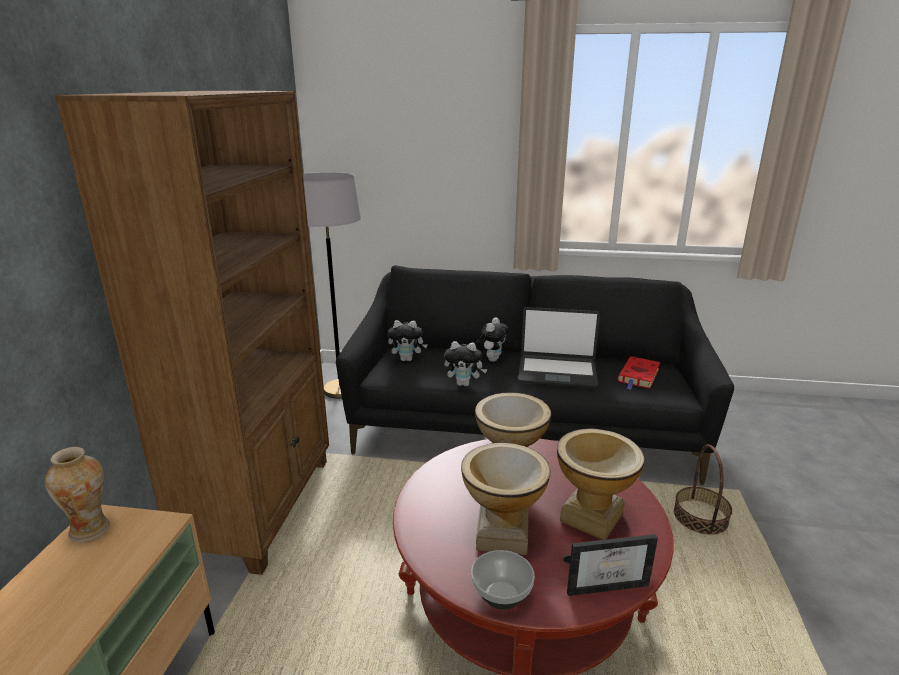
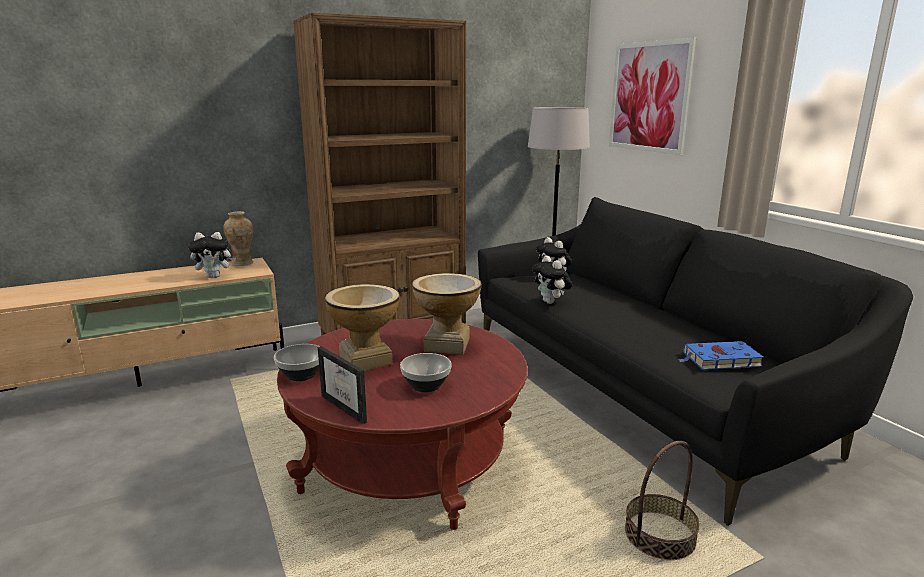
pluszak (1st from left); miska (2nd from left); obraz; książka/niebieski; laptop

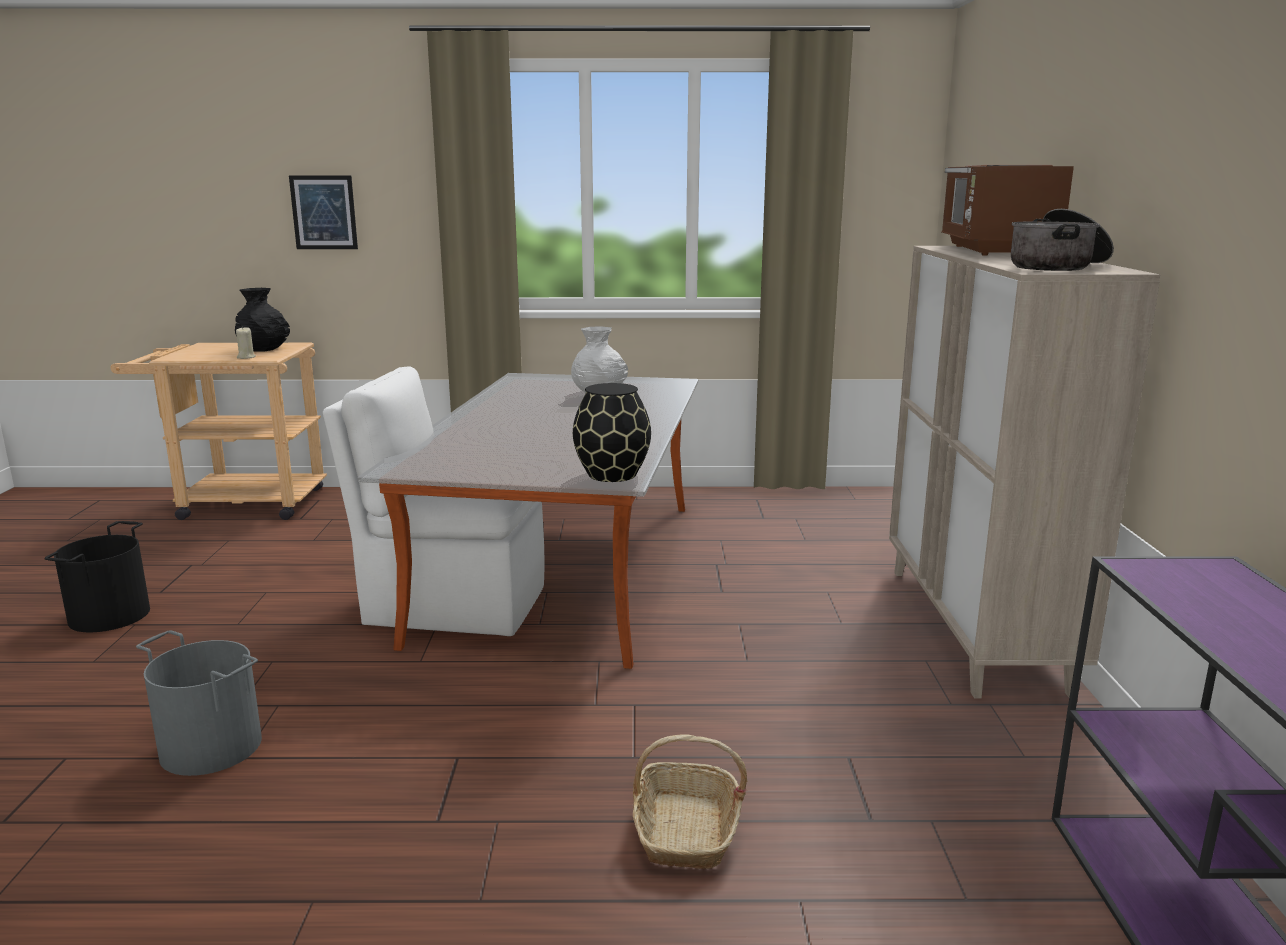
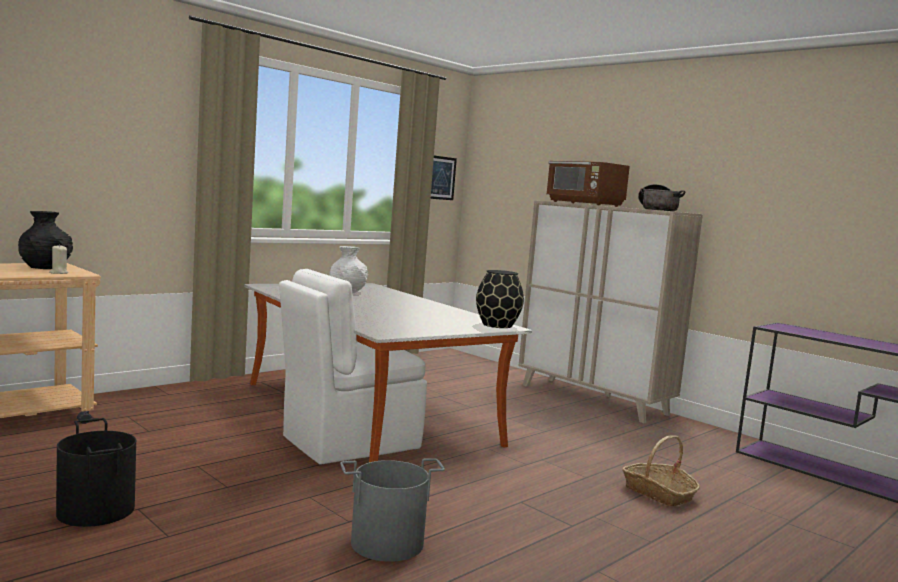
obraz

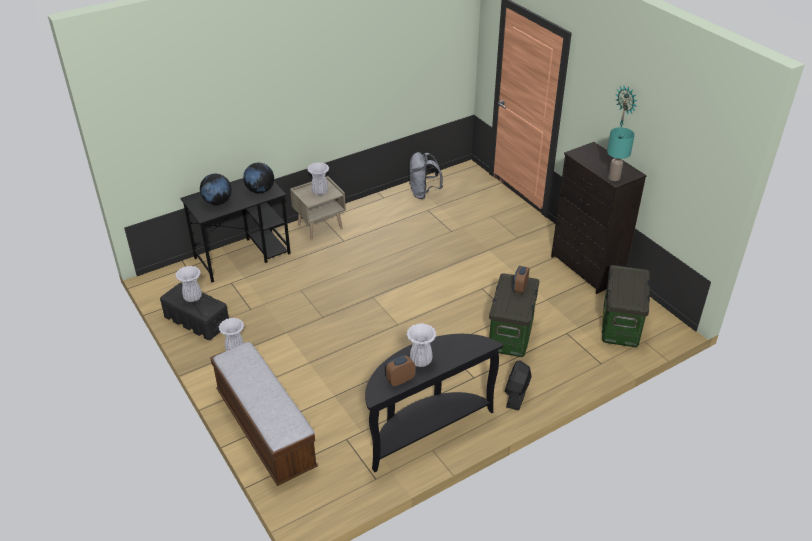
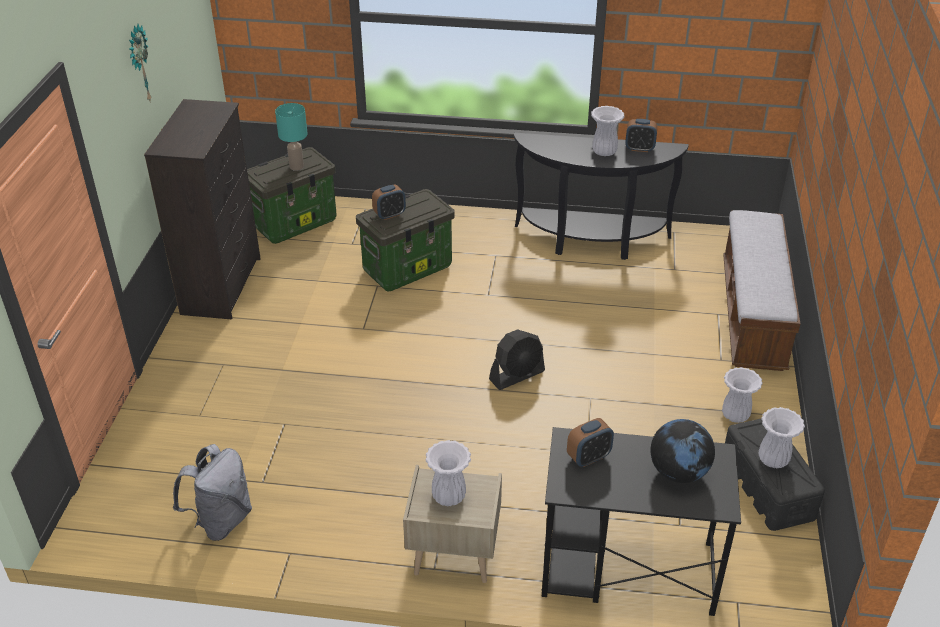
lampa stołowa/turkusowy; wentylator/czarny; budzik (2nd from left)

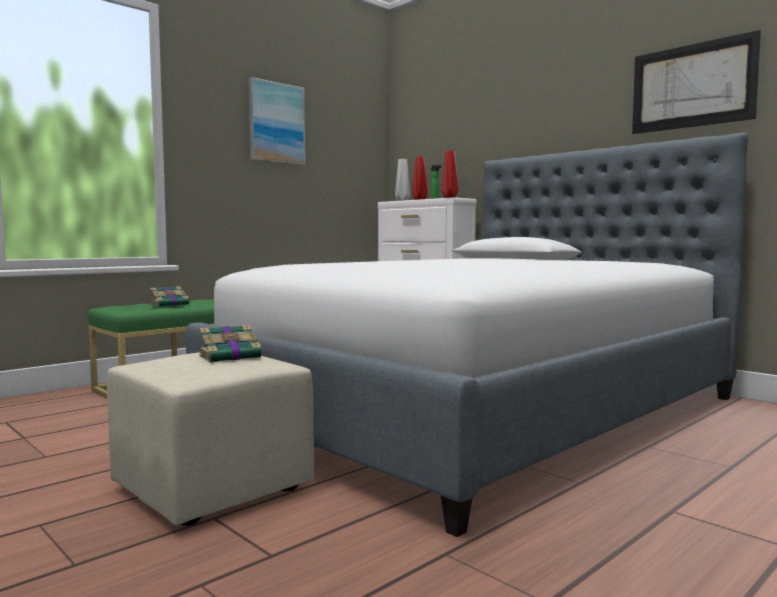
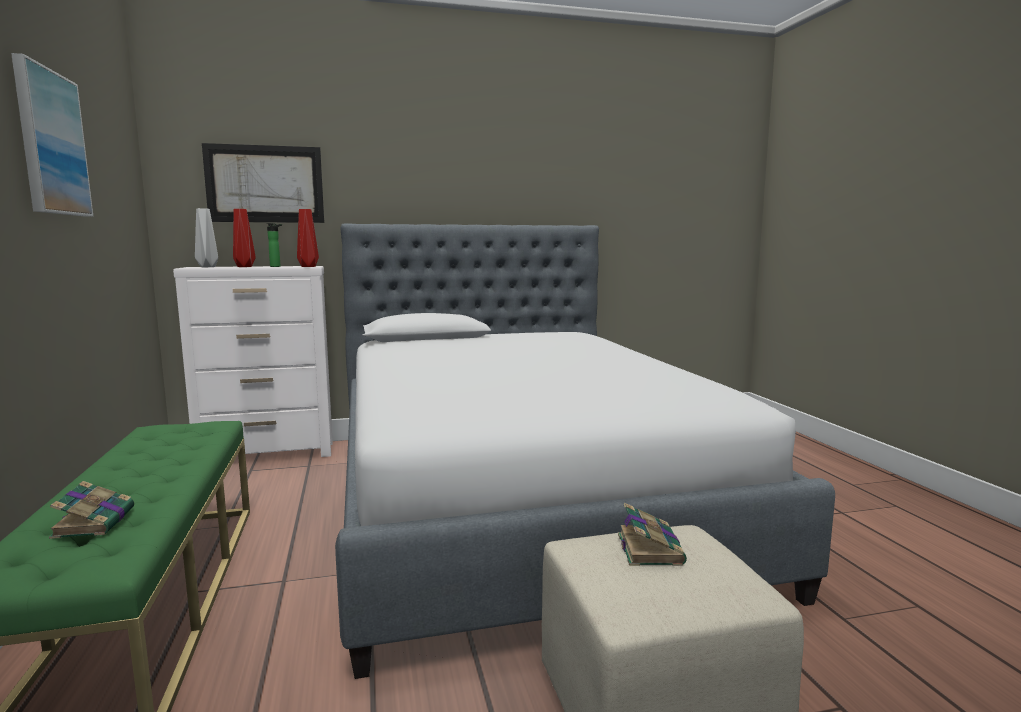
obraz (2nd from left)

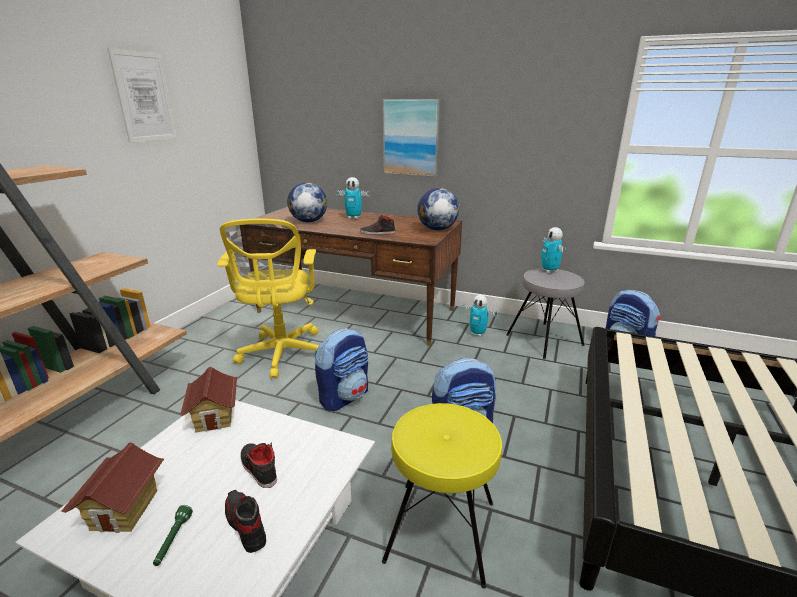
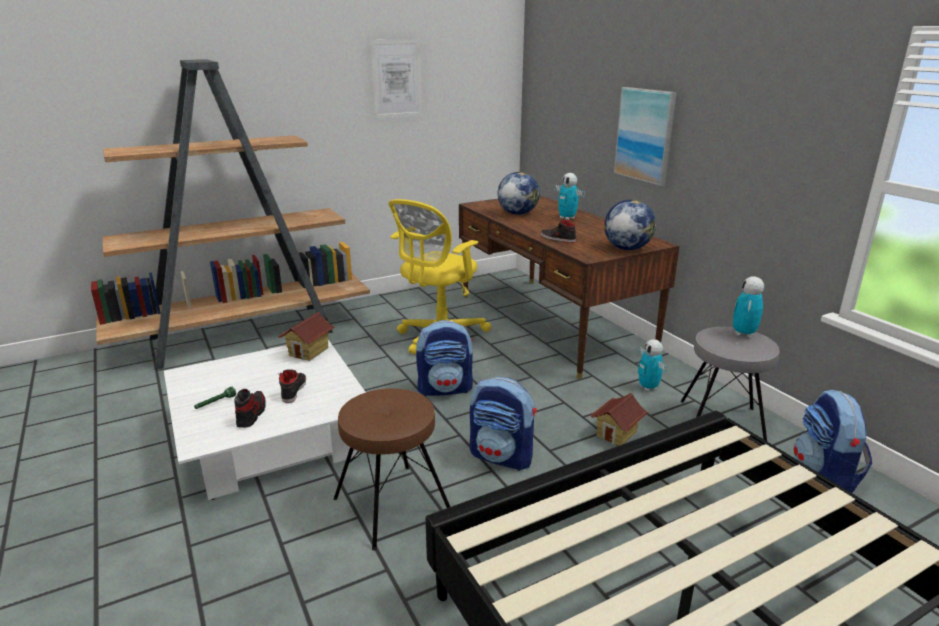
stołek/brązowy; domek (2nd from left)

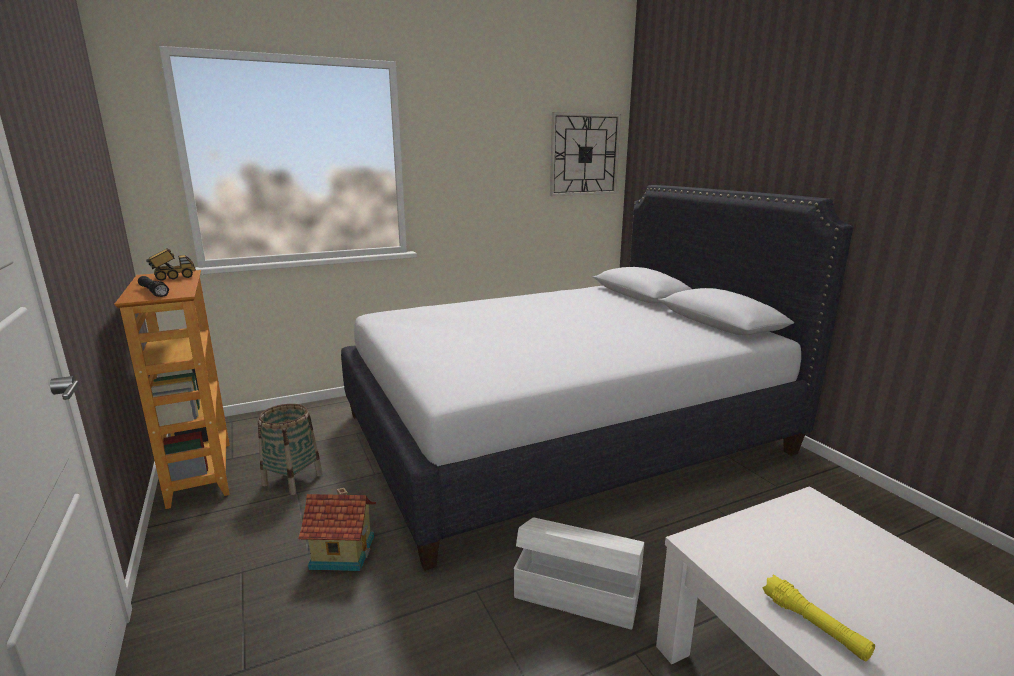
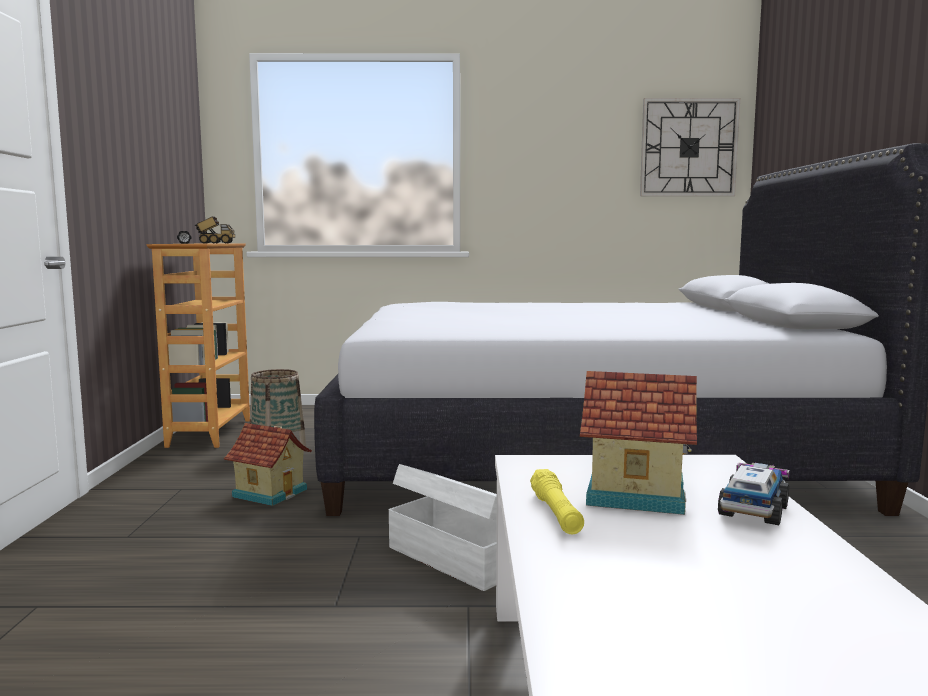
domek (2nd from left); ciężarówka zabawkowa (2nd from left)

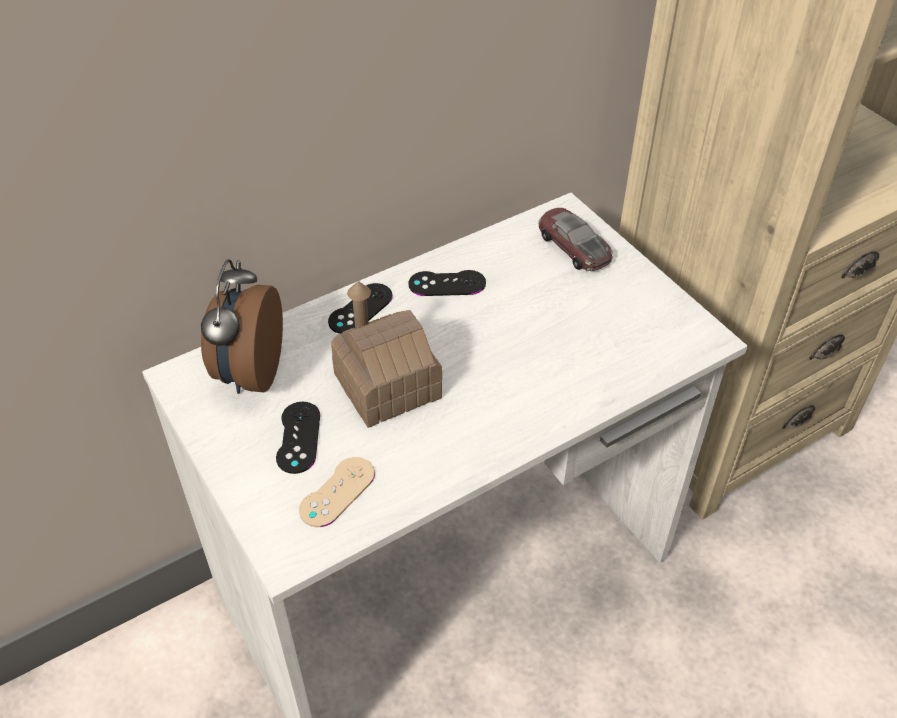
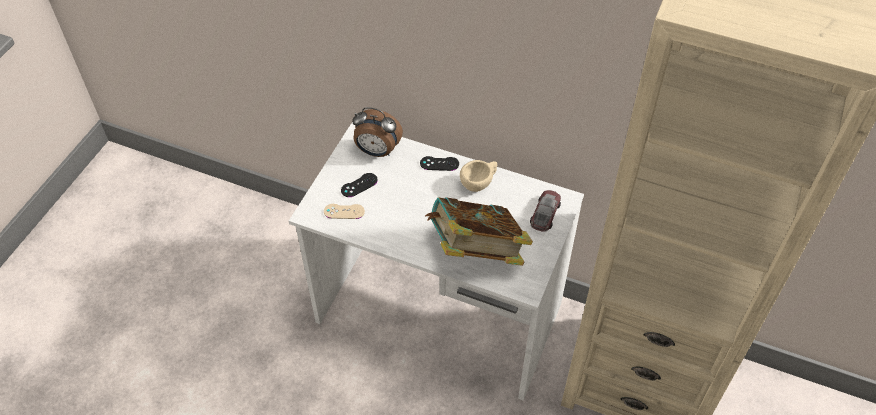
budzik; książka; filiżanka/beżowy; domek

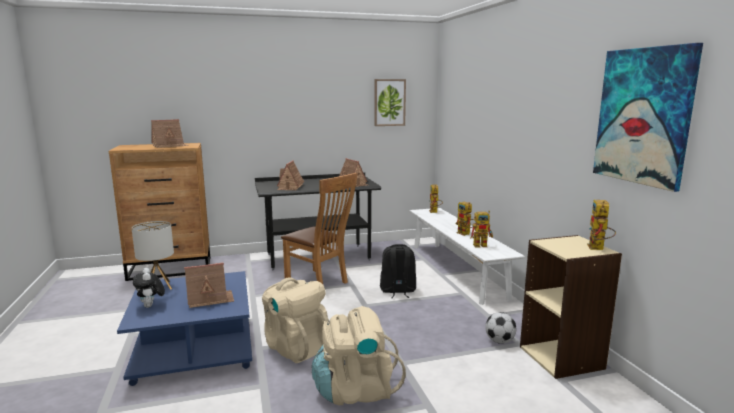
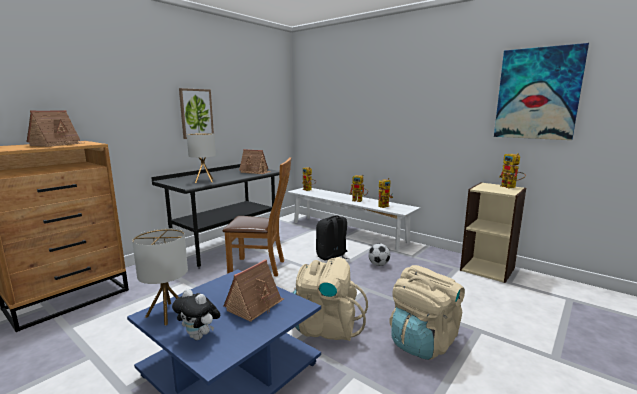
obraz (1st from left); lampa stołowa (2nd from left); piłka futbolowa

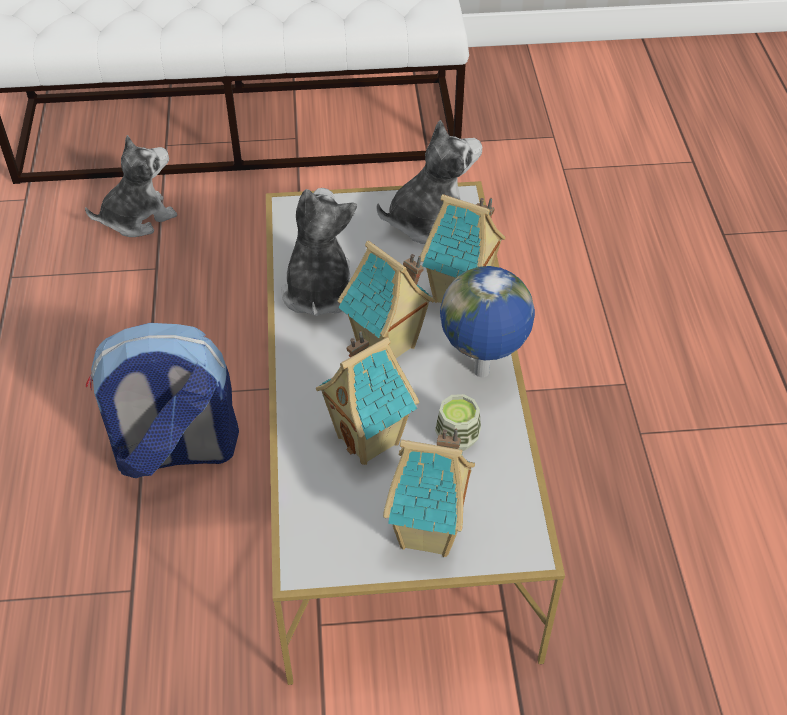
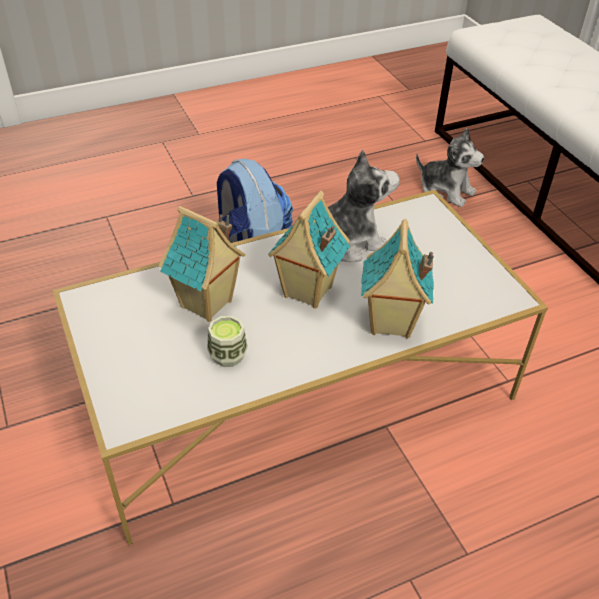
pluszak (3rd from left in the first image); domek (3rd from left in the first image); globus

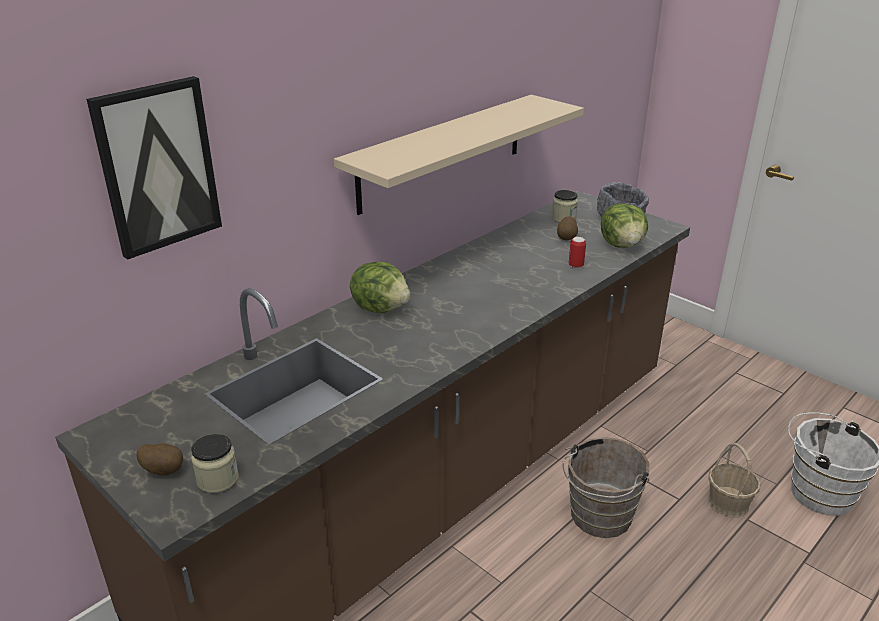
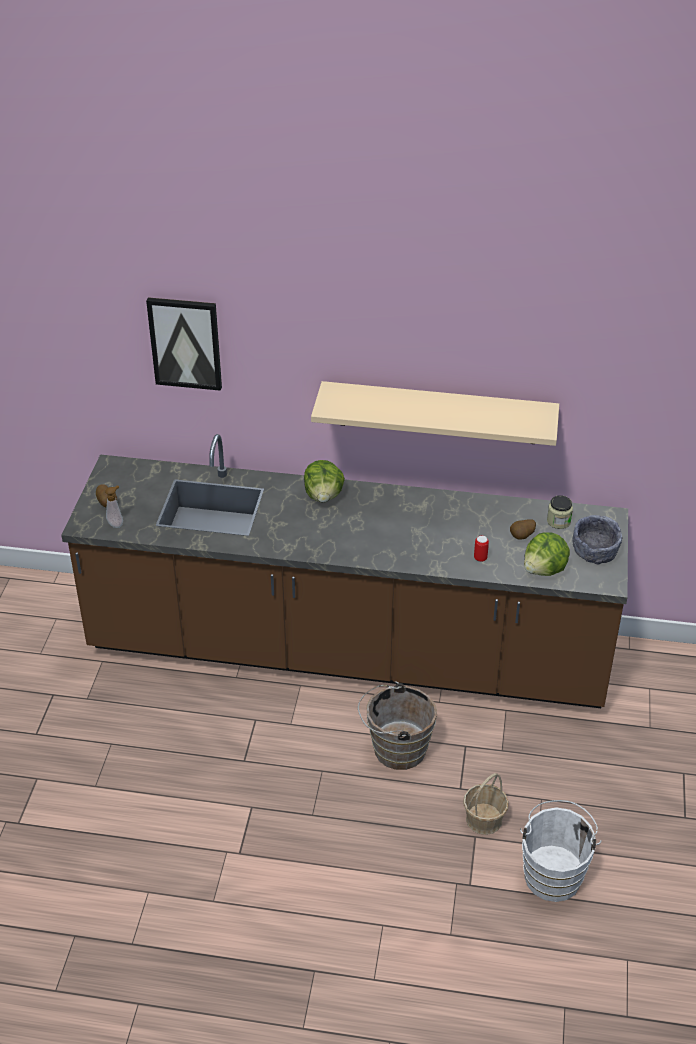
dozownik mydła

